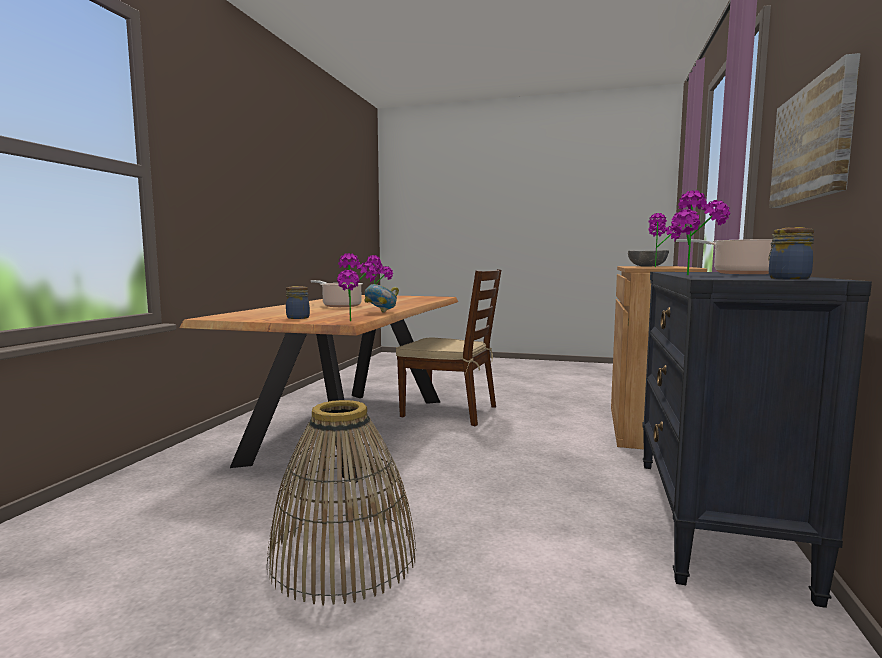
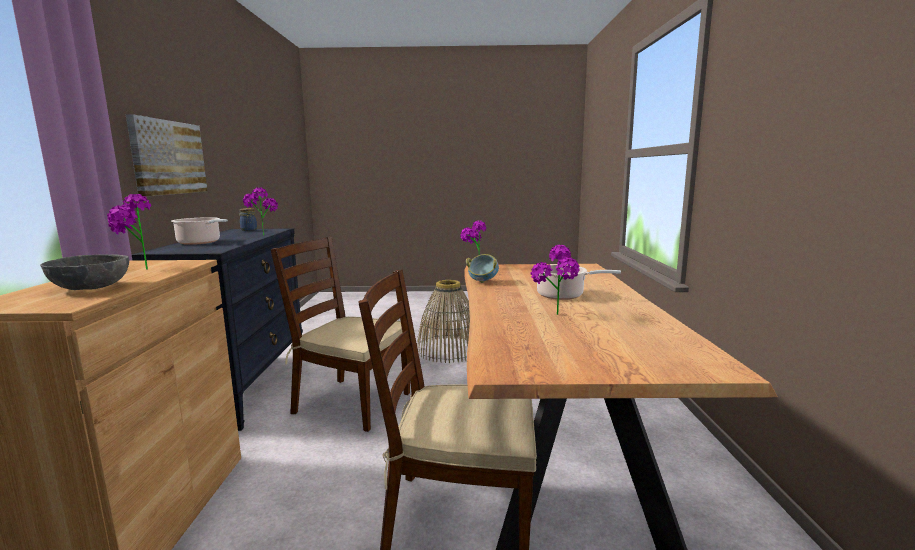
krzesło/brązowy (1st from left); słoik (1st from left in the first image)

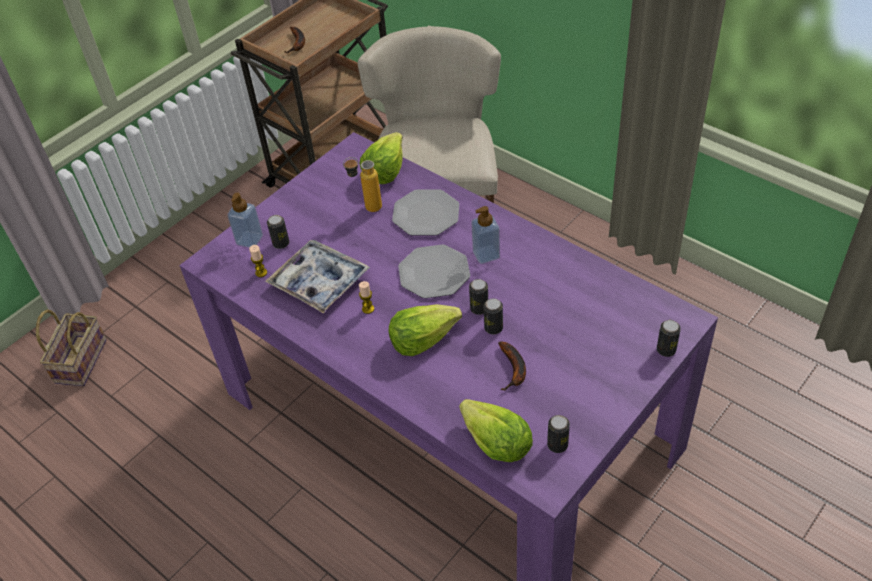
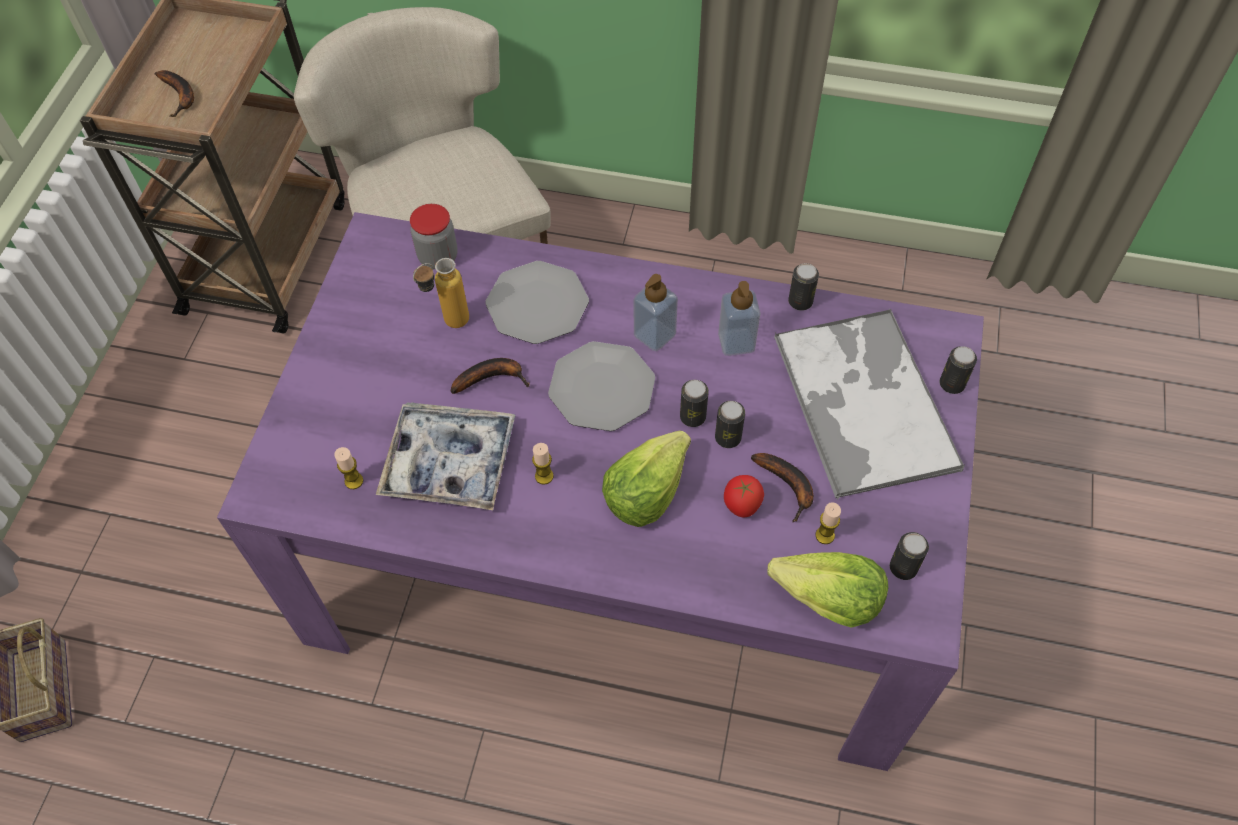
słoik; banan (2nd from left); dozownik mydła (2nd from left); pomidor; taca (2nd from left); puszka (3rd from left); świeca (3rd from left)

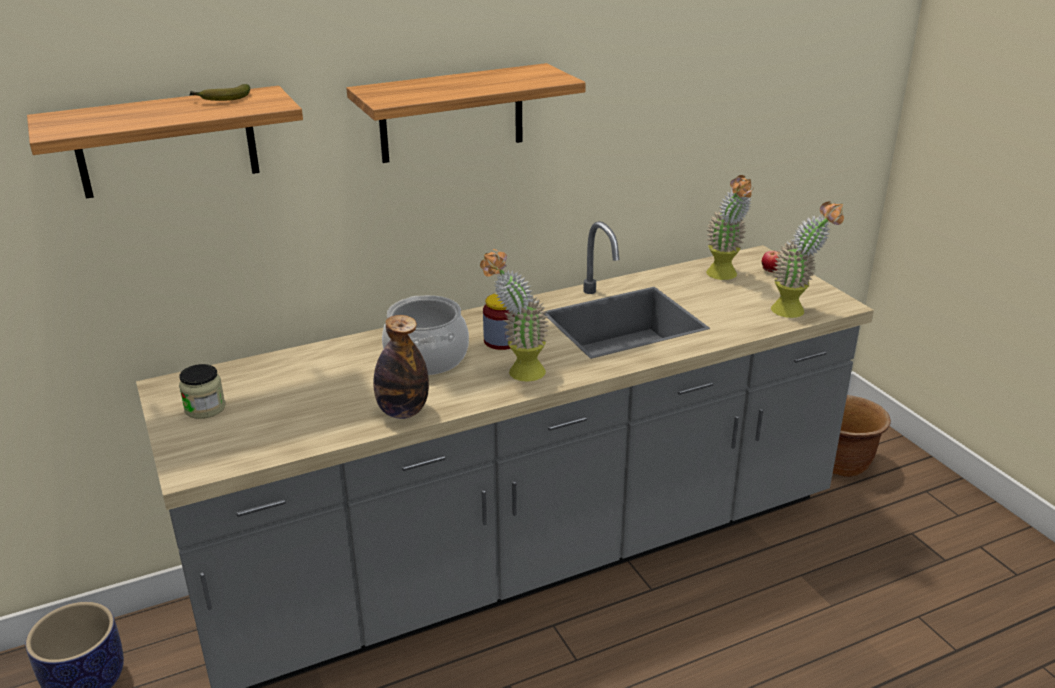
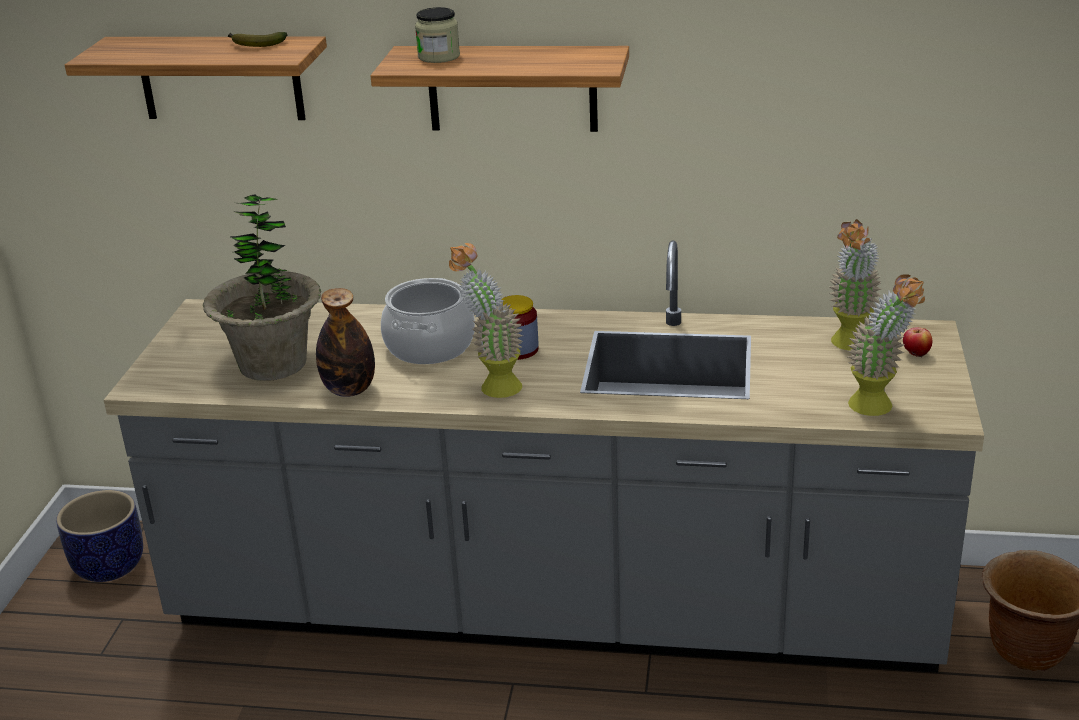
roślina doniczkowa (1st from left); słoik (1st from left)

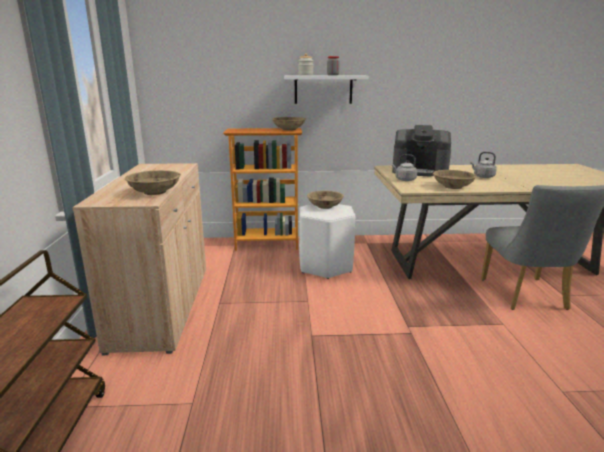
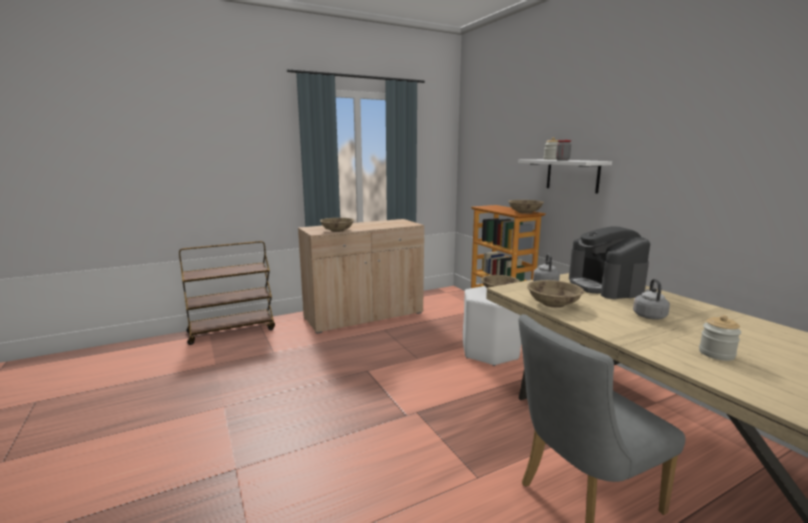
słoik (3rd from left)

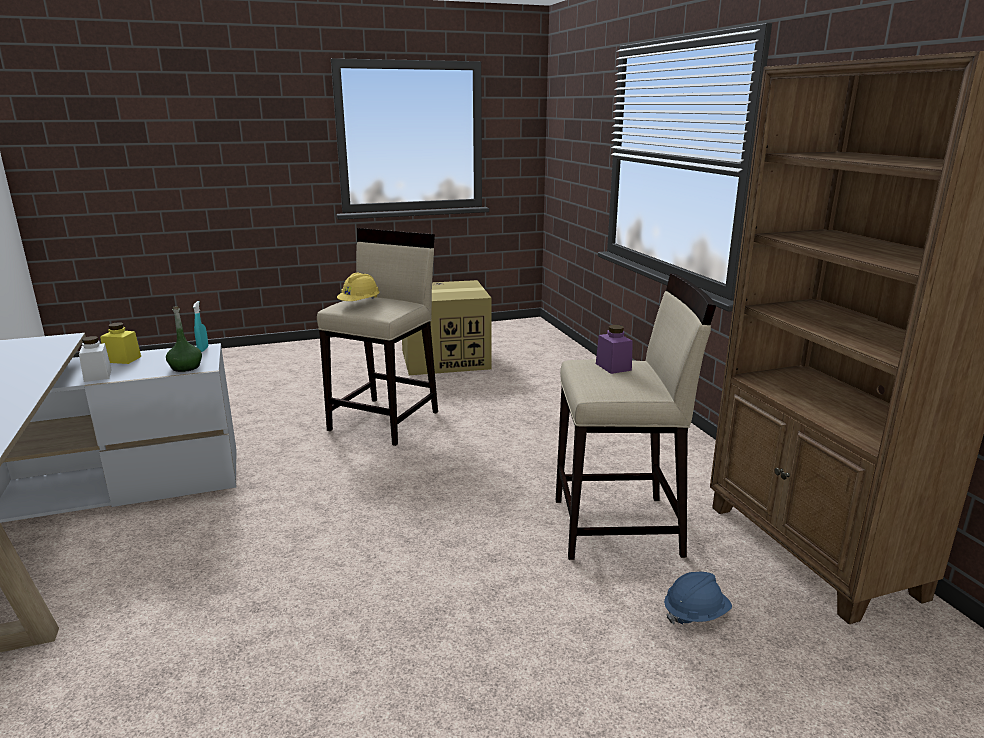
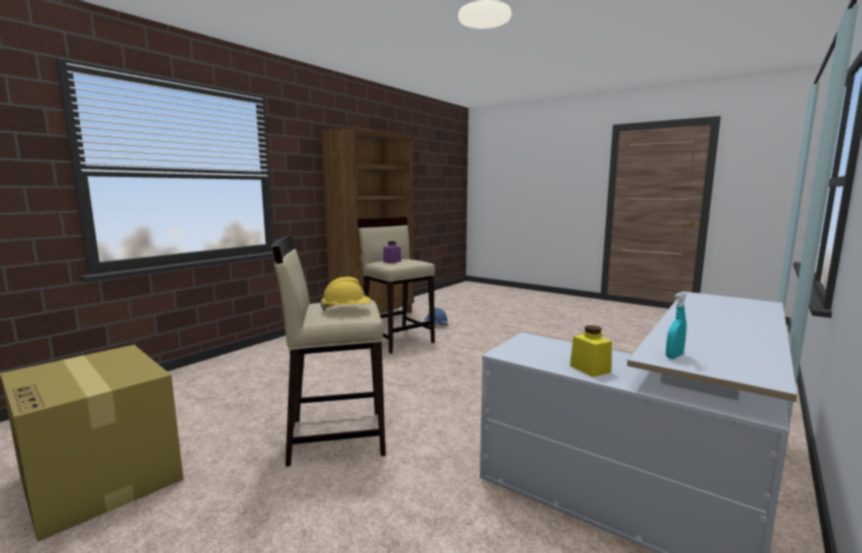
spryskiwacz/turkusowy; słoik/biały; butelka/zielony

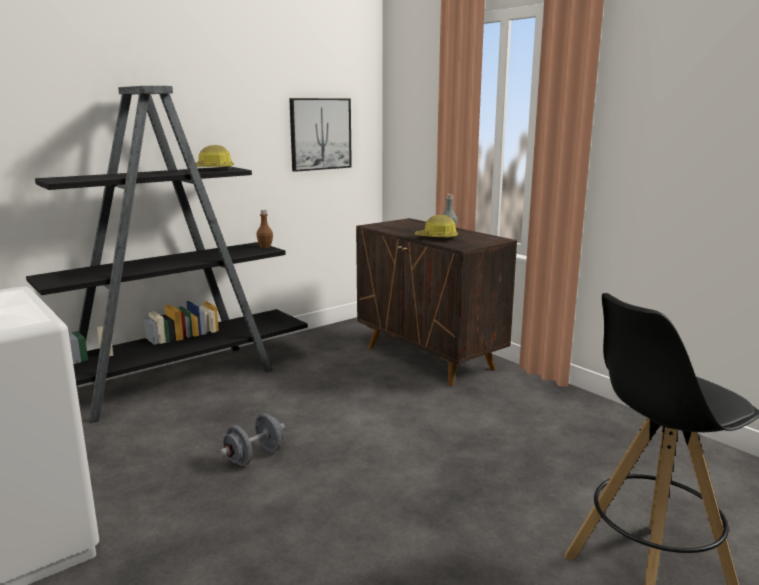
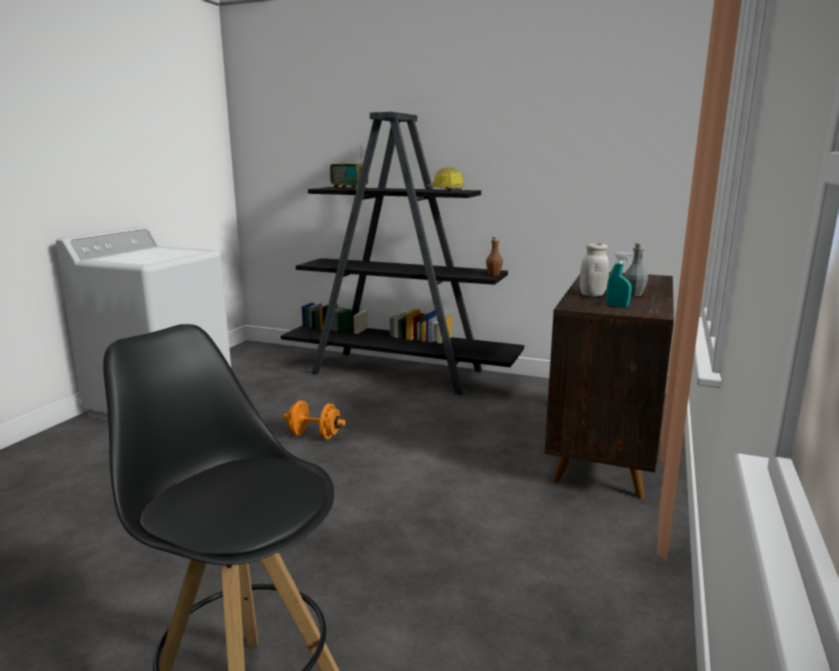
hantel/pomarańczowy; radio; słoik/biały; spryskiwacz/turkusowy; obraz

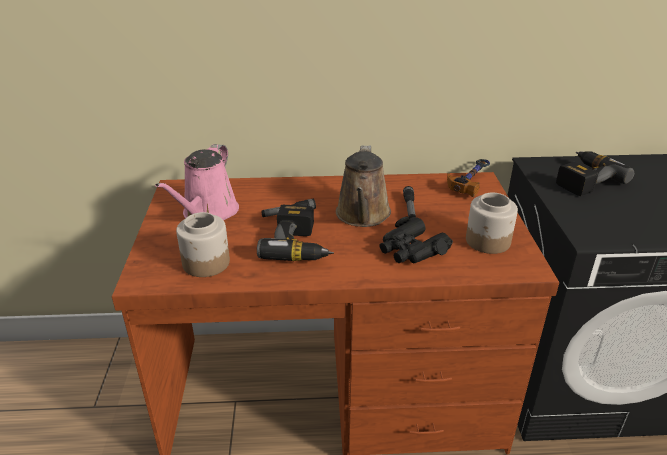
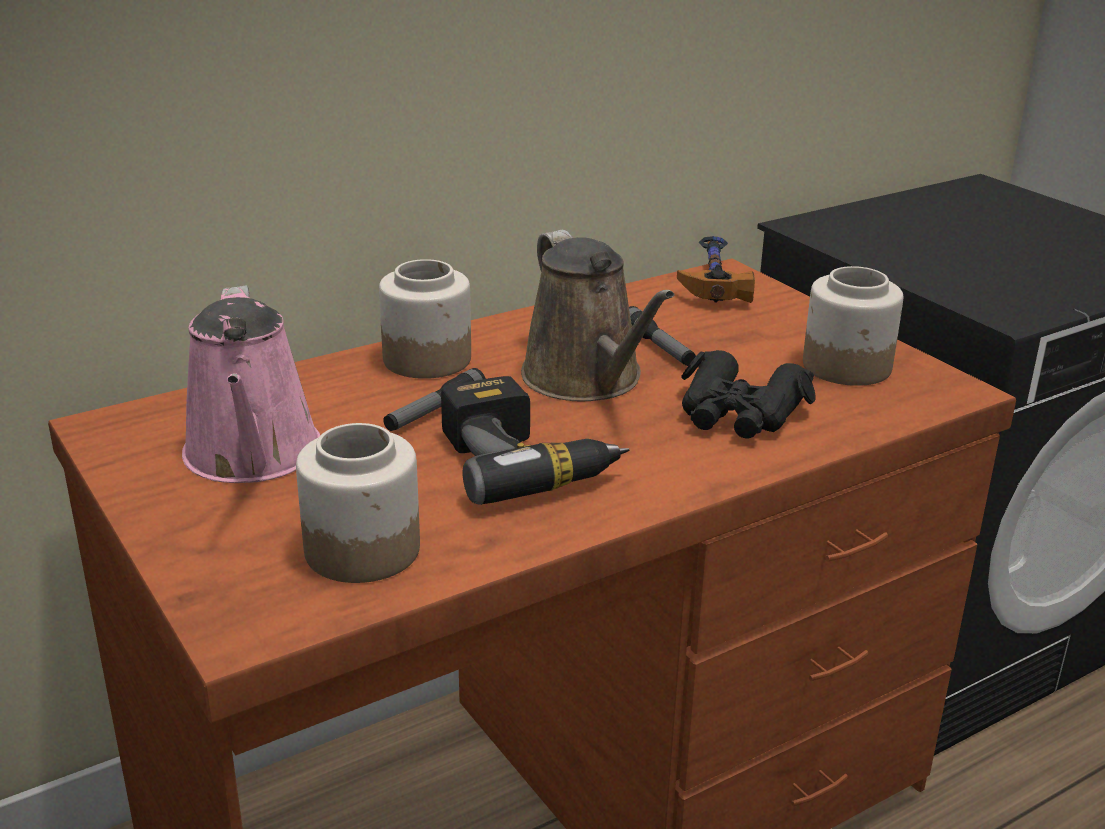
słoik (2nd from left); wiertarka (2nd from left in the first image)

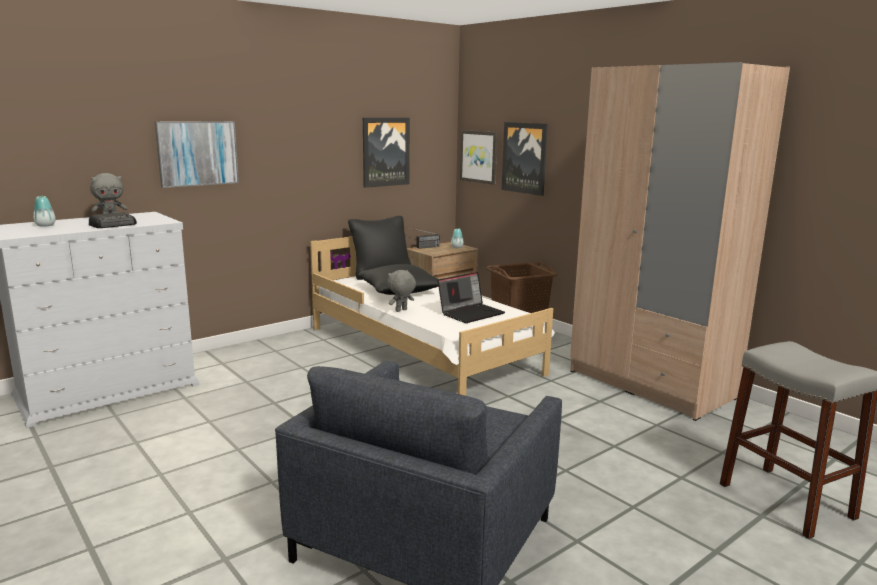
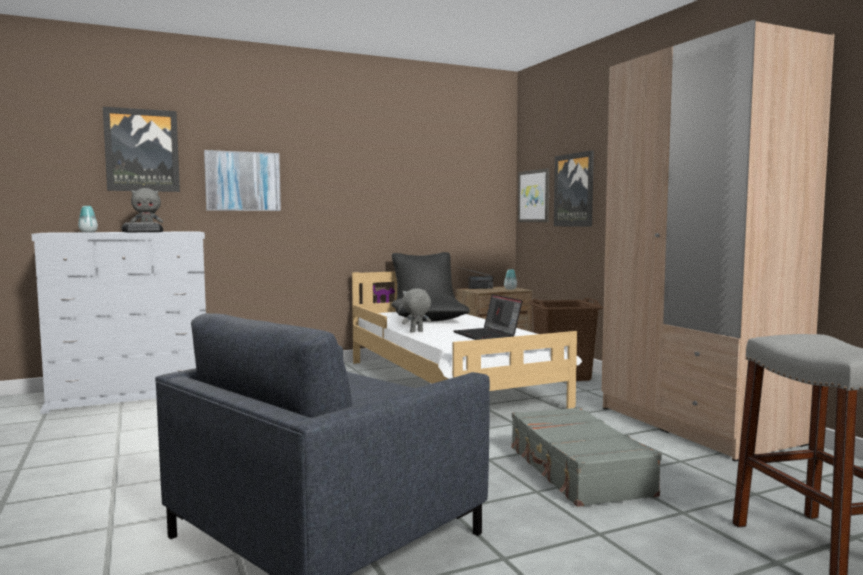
obraz (1st from left); laptop; walizka/szary

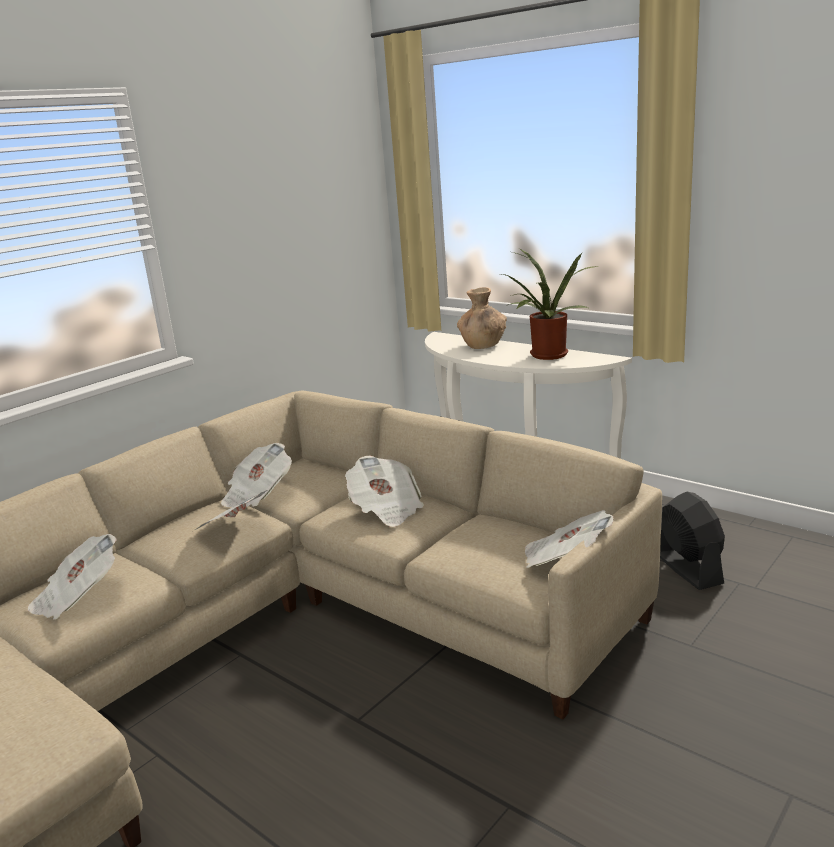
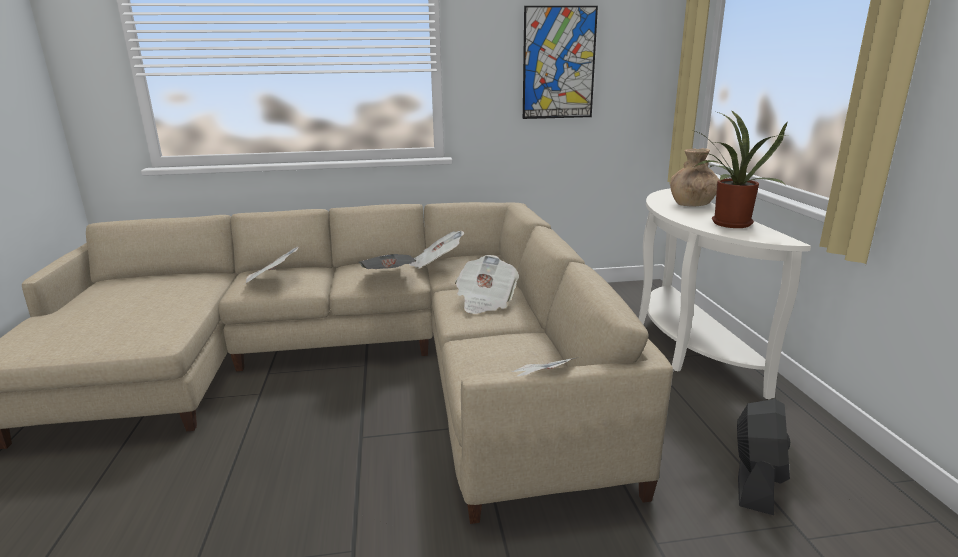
obraz

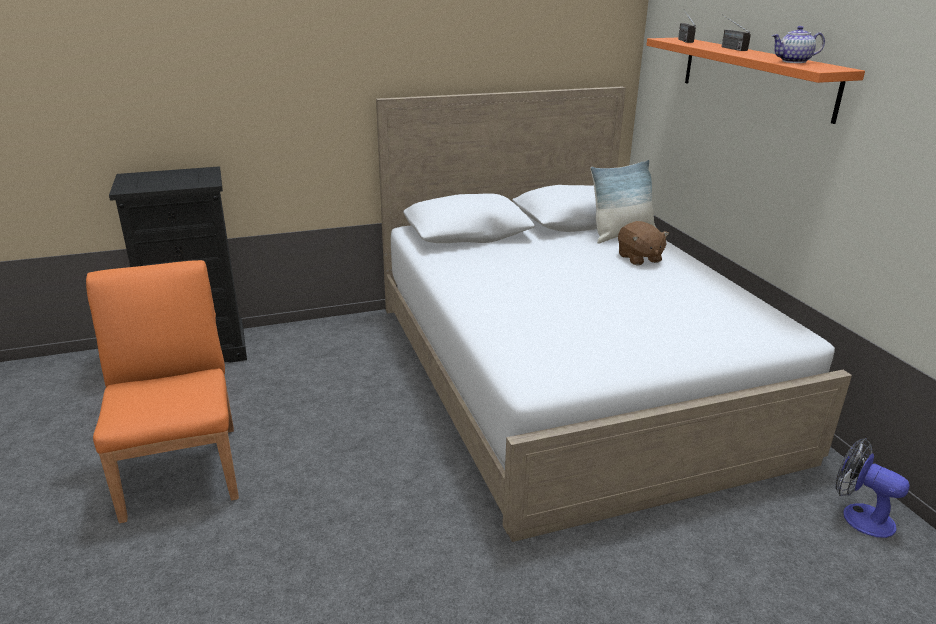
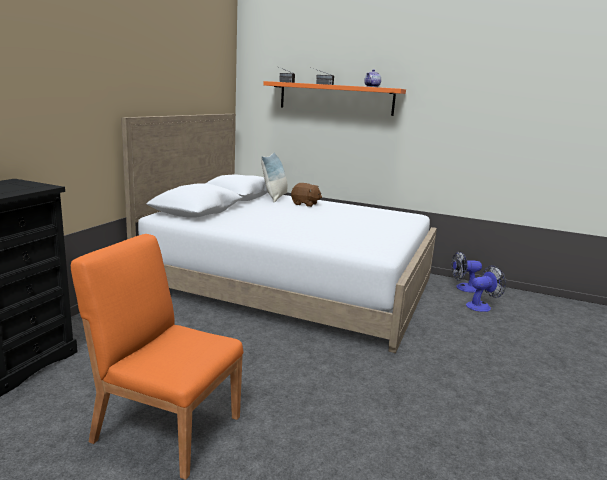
wentylator (2nd from left)

